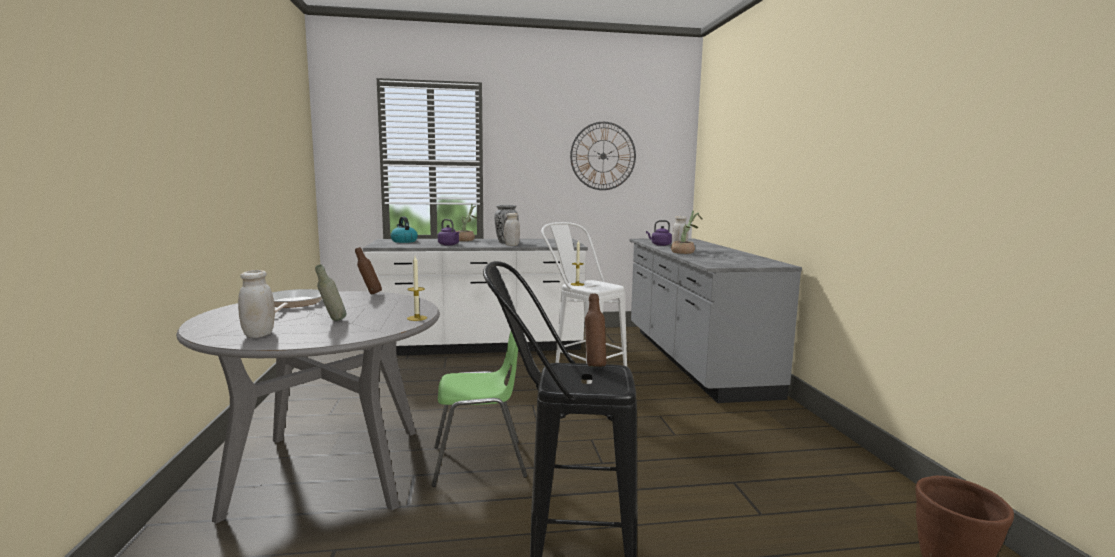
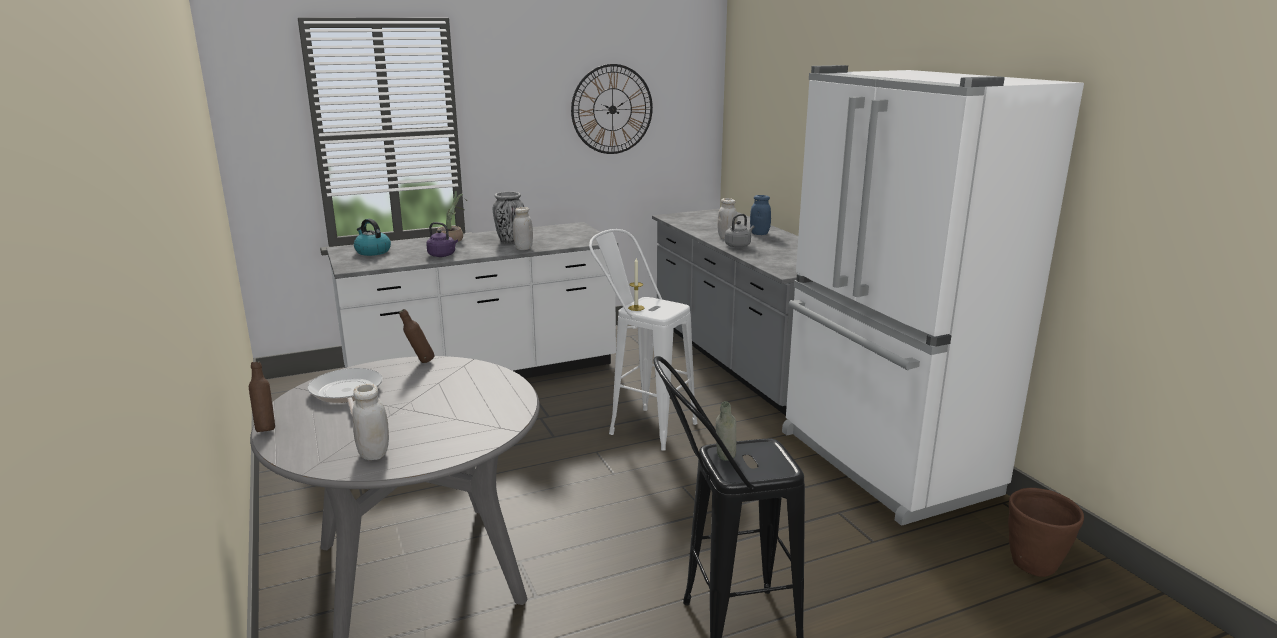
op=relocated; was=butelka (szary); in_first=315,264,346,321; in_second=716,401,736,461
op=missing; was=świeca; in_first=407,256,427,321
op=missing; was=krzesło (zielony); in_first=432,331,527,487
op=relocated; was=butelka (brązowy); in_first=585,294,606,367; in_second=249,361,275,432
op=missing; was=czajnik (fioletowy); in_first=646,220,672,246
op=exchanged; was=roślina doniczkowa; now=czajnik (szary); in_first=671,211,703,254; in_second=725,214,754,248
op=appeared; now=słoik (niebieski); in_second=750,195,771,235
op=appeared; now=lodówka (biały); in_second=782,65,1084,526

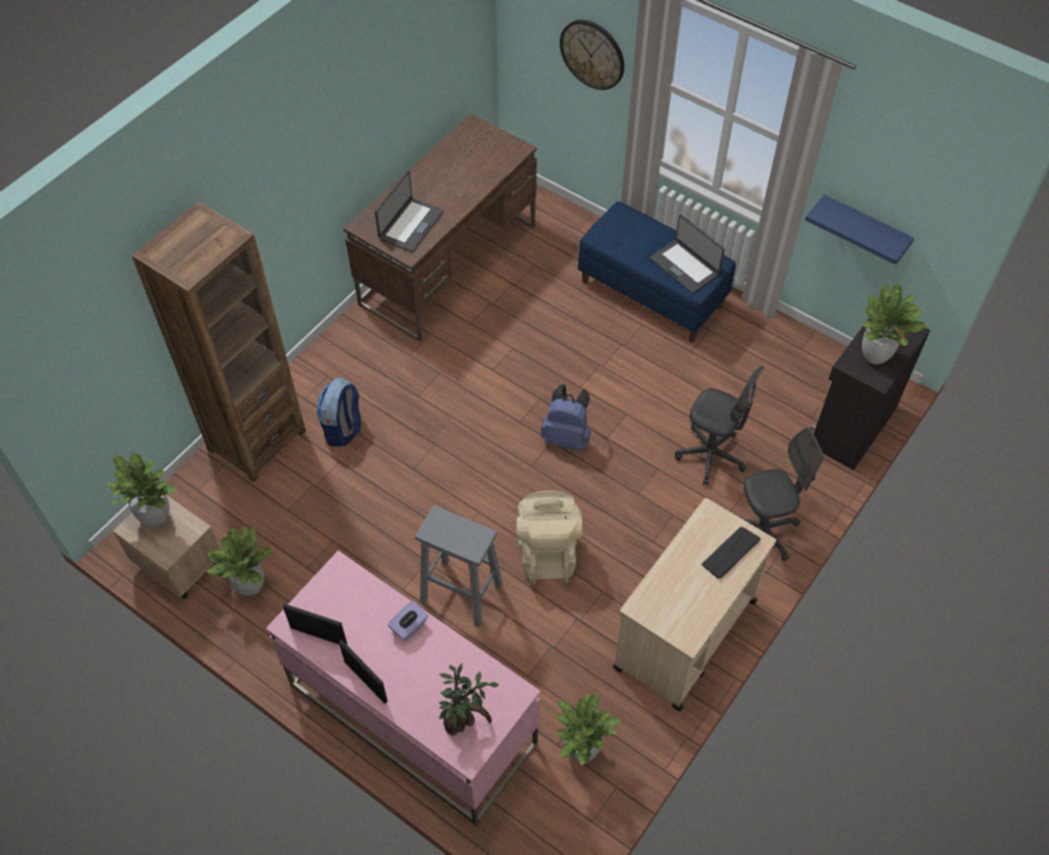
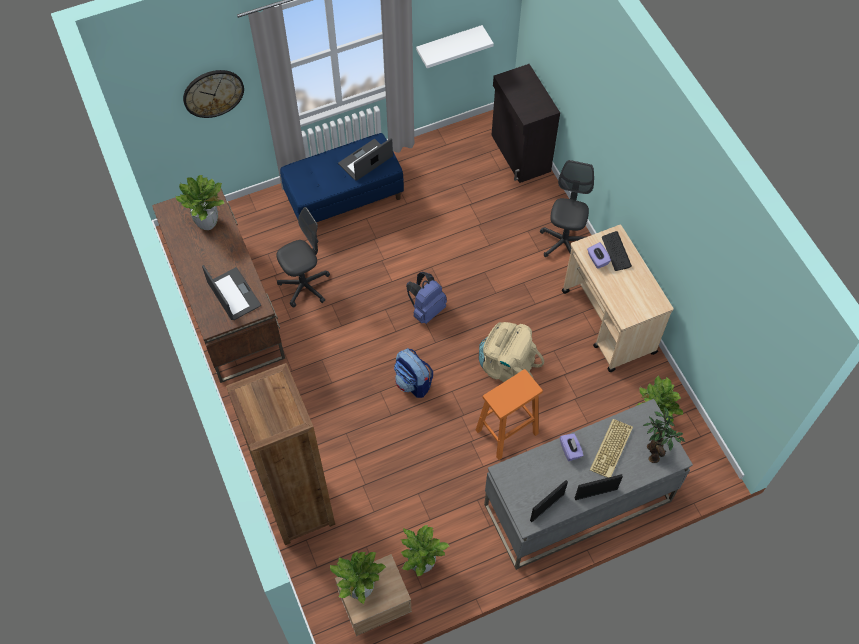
op=colour; was=biurko (różowy); now=biurko (szary); in_first=266,550,541,825; in_second=484,399,693,570
op=relocated; was=plecak; in_first=316,378,361,447; in_second=394,348,433,398
op=colour; was=stołek (szary); now=stołek (pomarańczowy); in_first=415,505,503,628; in_second=476,369,543,460
op=spun; was=laptop; in_first=650,214,725,293; in_second=338,138,393,181; clockwise=150
op=relocated; was=krzesło biurowe (szary); in_first=675,366,764,486; in_second=276,207,330,308
op=colour; was=półka (niebieski); now=półka (biały); in_first=805,195,914,265; in_second=416,25,494,68
op=relocated; was=roślina doniczkowa; in_first=862,283,927,364; in_second=176,175,224,230
op=appeared; now=pudełko chusteczek (fioletowy); in_second=587,242,611,269
op=appeared; now=klawiatura; in_second=590,419,633,478

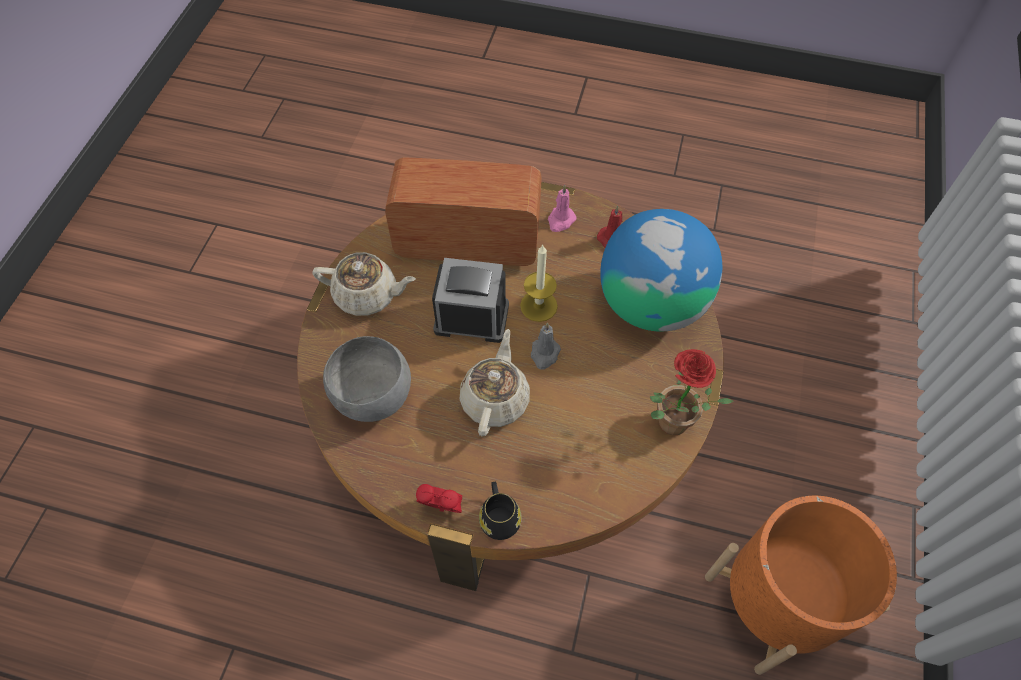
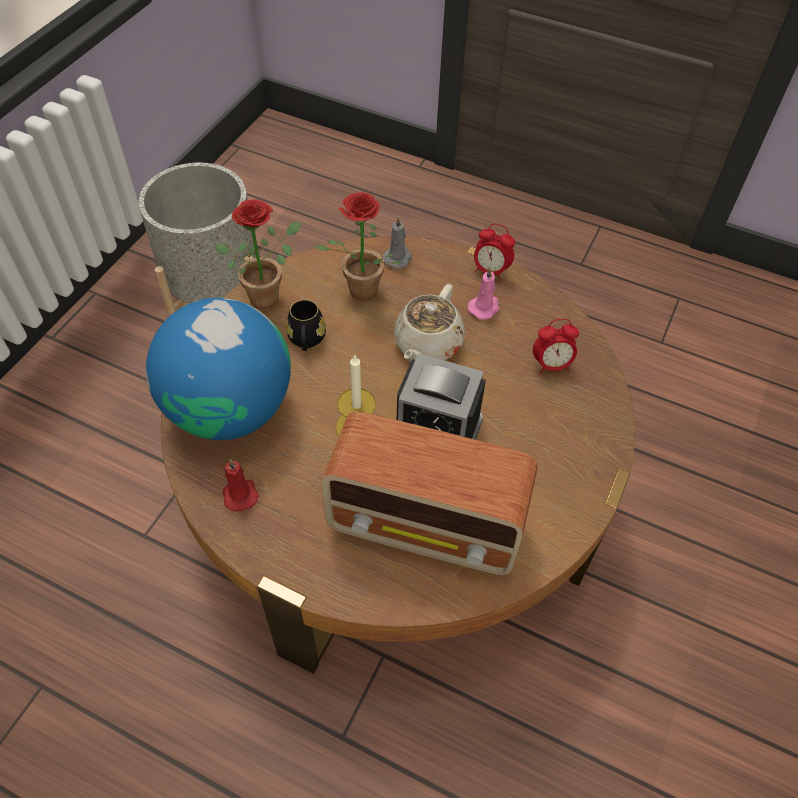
op=missing; was=imbryk (beżowy); in_first=313,252,416,316
op=exchanged; was=miska (szary); now=budzik; in_first=323,336,411,422; in_second=533,319,579,374
op=relocated; was=kubek (czarny); in_first=479,482,522,540; in_second=286,300,326,351
op=relocated; was=świeca (szary); in_first=531,322,561,369; in_second=382,216,412,269
op=relocated; was=świeca (różowy); in_first=548,185,576,232; in_second=468,267,500,320
op=colour; was=donica (pomarańczowy); now=donica (szary); in_first=705,496,897,675; in_second=138,163,256,316
op=appeared; now=roślina doniczkowa; in_second=314,192,404,301

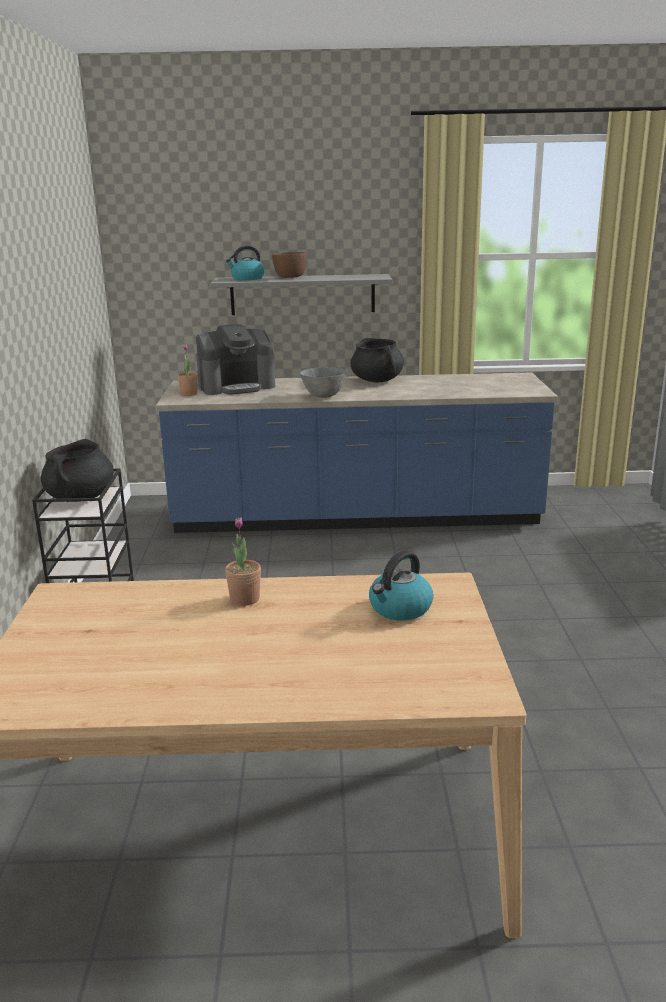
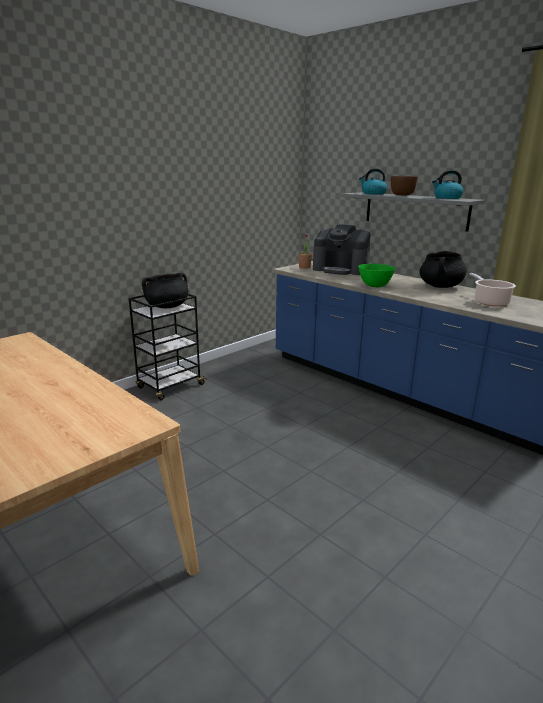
op=missing; was=roślina doniczkowa; in_first=225,517,261,606
op=colour; was=miska (szary); now=miska (zielony); in_first=300,367,346,398; in_second=358,264,395,287
op=relocated; was=czajnik; in_first=369,550,433,621; in_second=432,170,463,199
op=appeared; now=garnek; in_second=469,273,516,307

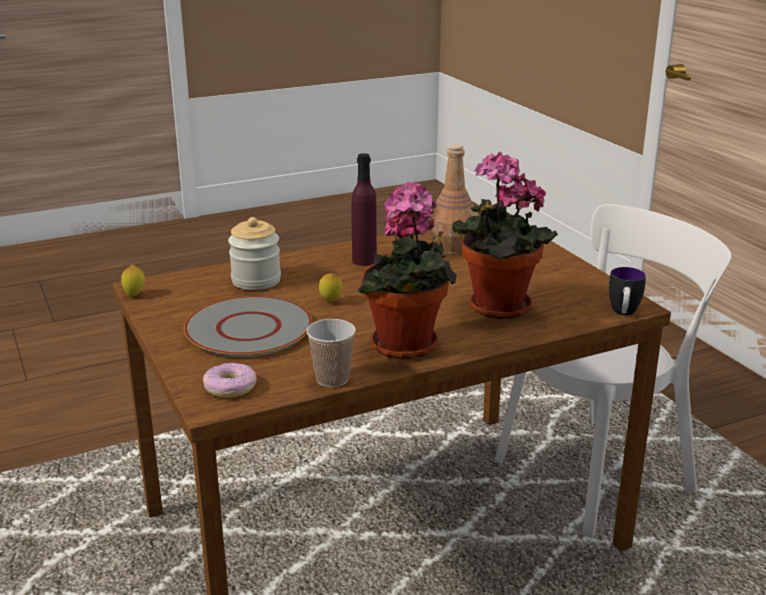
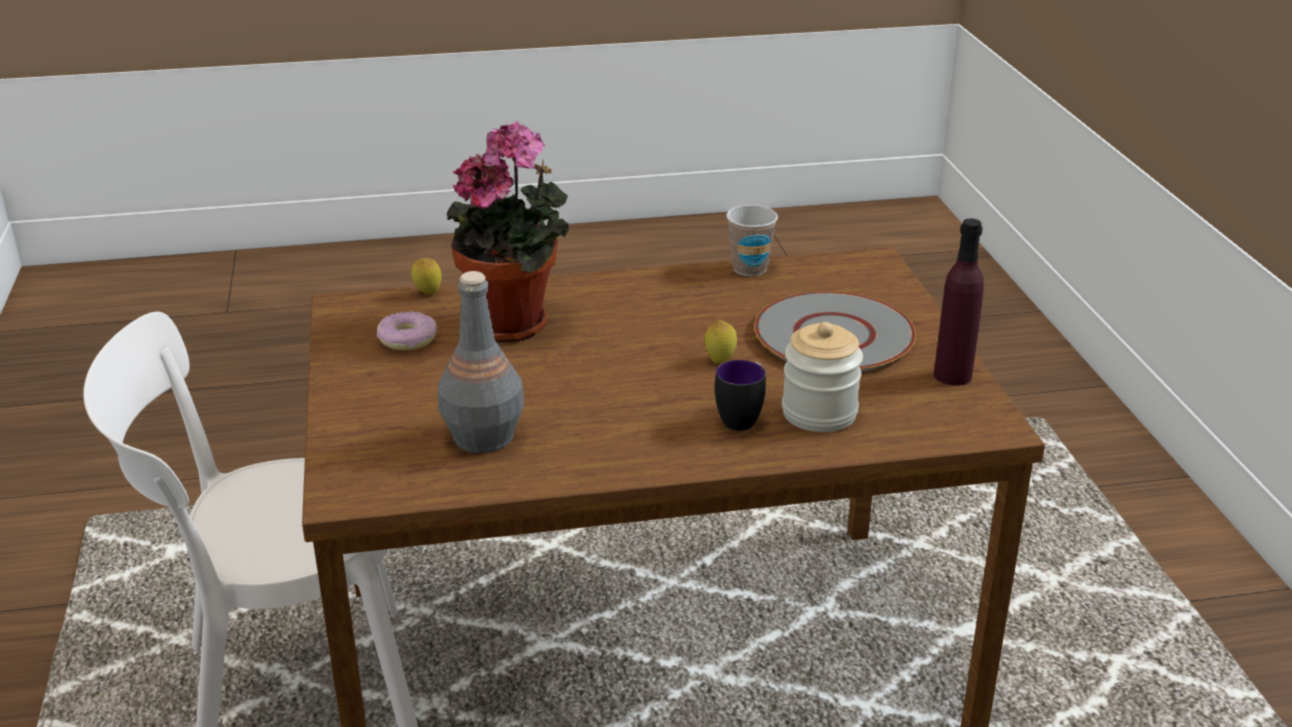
op=relocated; was=cytryna; in_first=121,265,145,297; in_second=412,258,442,294
op=relocated; was=donut; in_first=203,363,257,397; in_second=377,311,437,351
op=relocated; was=butelka (fioletowy); in_first=352,153,377,266; in_second=934,218,984,386
op=missing; was=roślina doniczkowa; in_first=357,181,457,360
op=colour; was=butelka (brązowy); now=butelka (szary); in_first=429,144,478,255; in_second=438,271,524,453
op=relocated; was=kubek; in_first=609,267,646,315; in_second=715,360,766,431

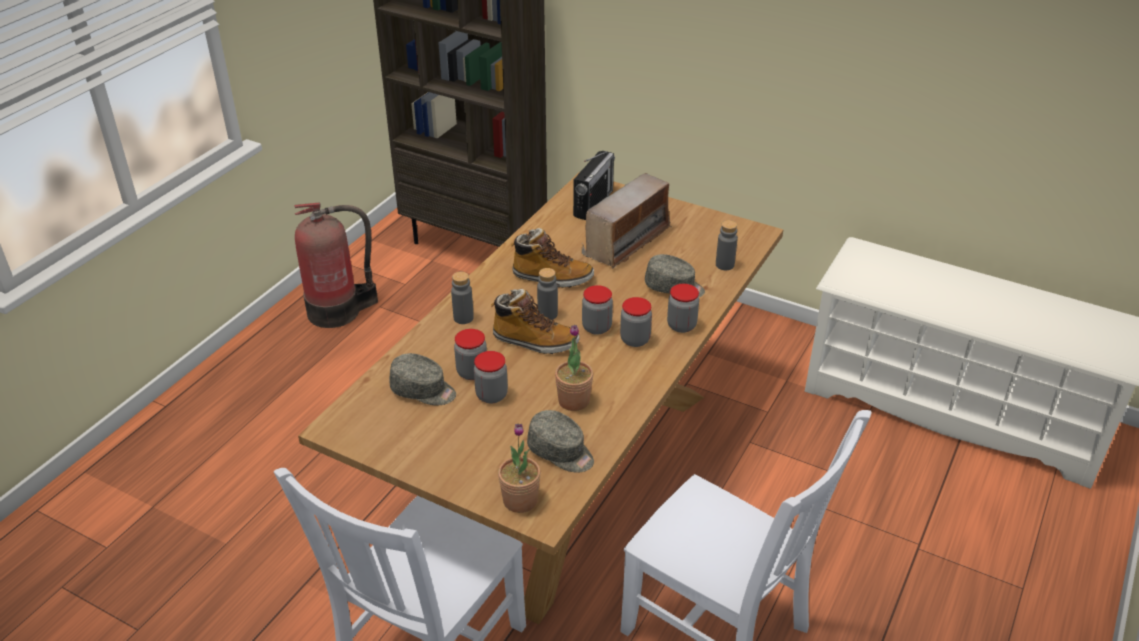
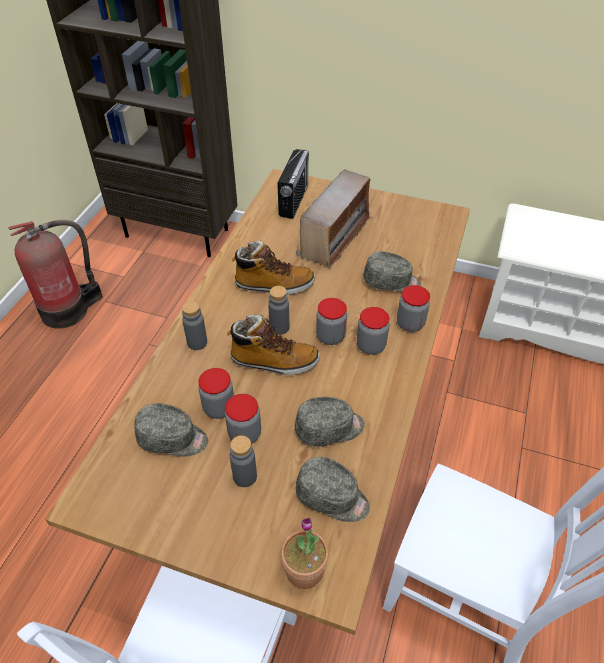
op=exchanged; was=roślina doniczkowa; now=czapka z daszkiem (szary); in_first=555,325,593,411; in_second=295,397,365,447
op=relocated; was=butelka (szary); in_first=716,220,738,270; in_second=230,435,257,487

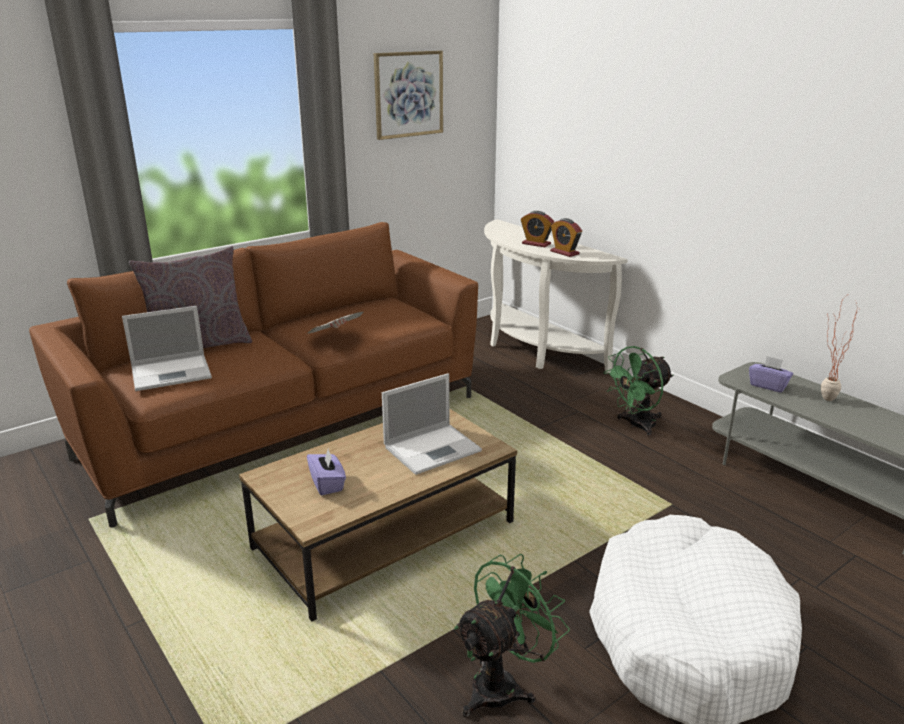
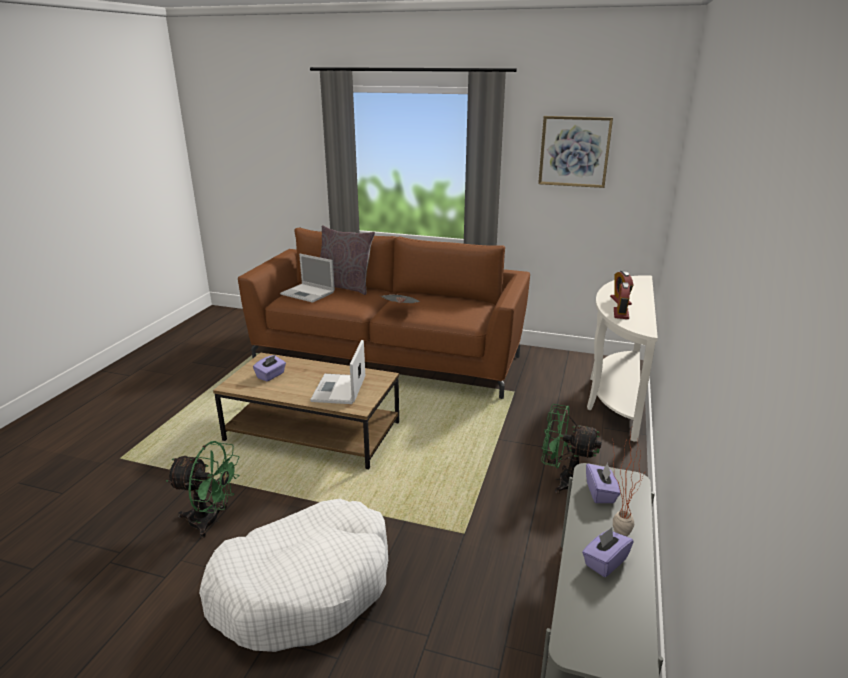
op=spun; was=laptop; in_first=382,373,482,475; in_second=310,340,365,404; clockwise=75
op=appeared; now=pudełko chusteczek (fioletowy); in_second=582,527,633,577

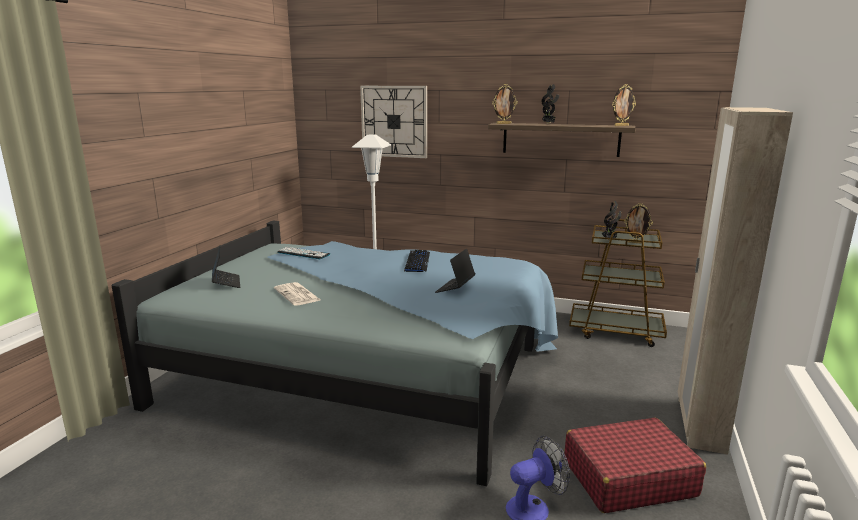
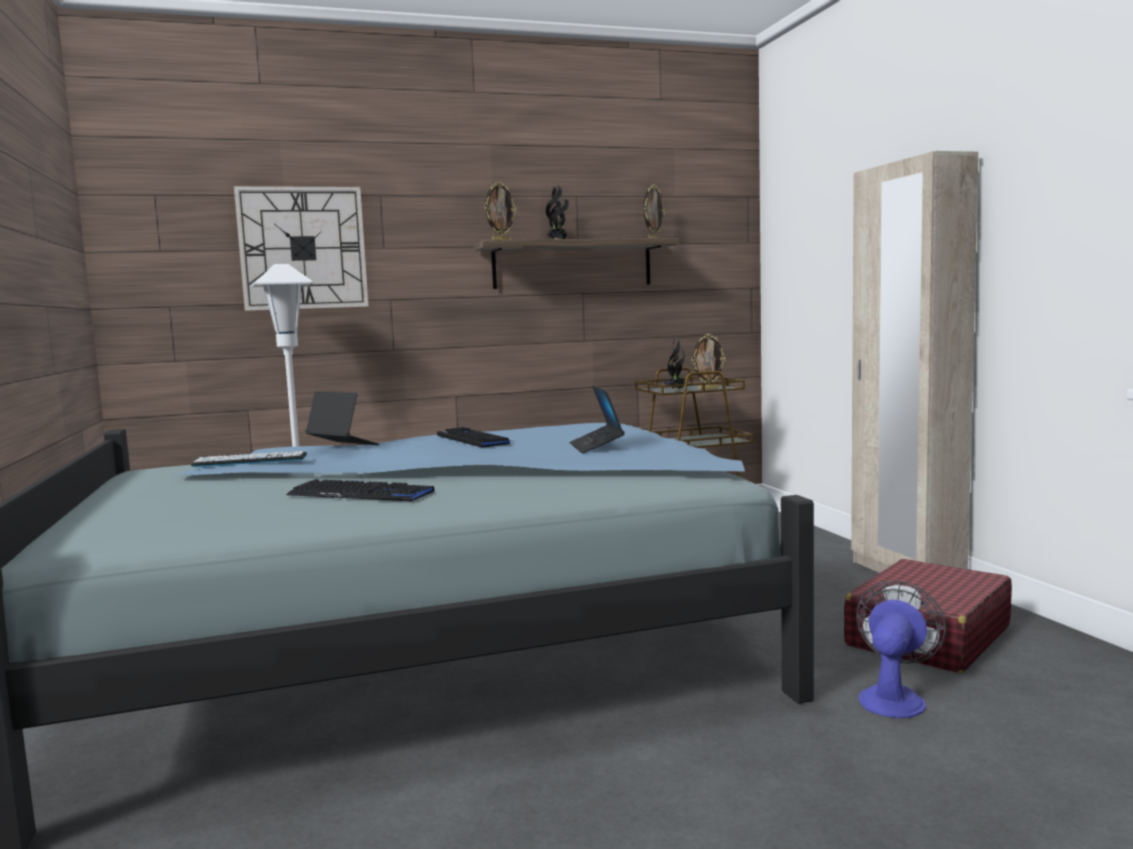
op=relocated; was=laptop; in_first=212,246,240,288; in_second=305,391,379,445
op=exchanged; was=gazeta; now=klawiatura; in_first=274,282,320,306; in_second=286,479,434,501

